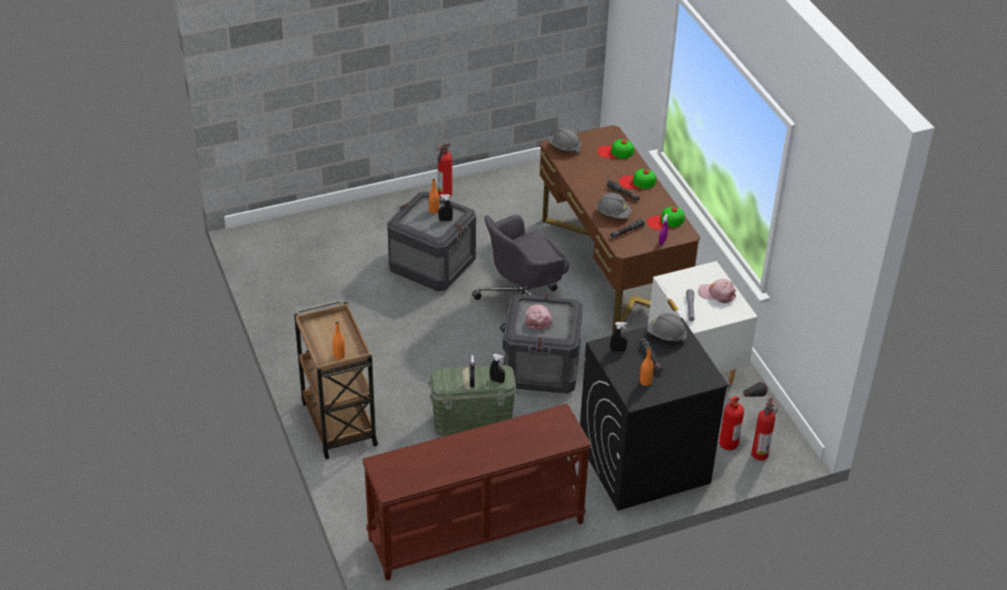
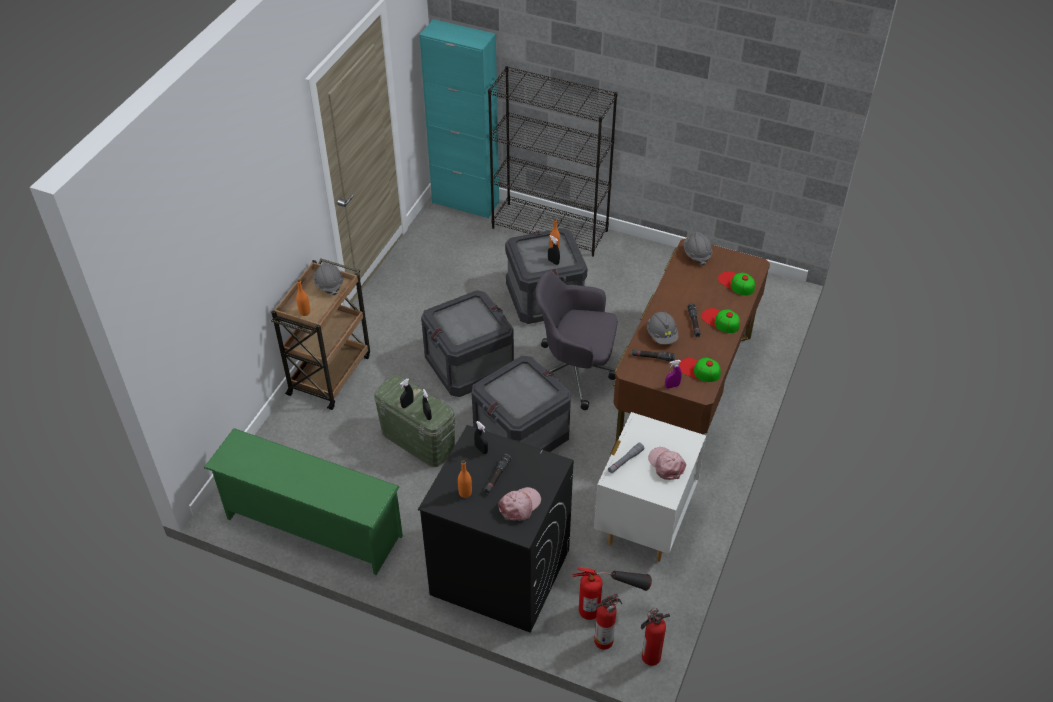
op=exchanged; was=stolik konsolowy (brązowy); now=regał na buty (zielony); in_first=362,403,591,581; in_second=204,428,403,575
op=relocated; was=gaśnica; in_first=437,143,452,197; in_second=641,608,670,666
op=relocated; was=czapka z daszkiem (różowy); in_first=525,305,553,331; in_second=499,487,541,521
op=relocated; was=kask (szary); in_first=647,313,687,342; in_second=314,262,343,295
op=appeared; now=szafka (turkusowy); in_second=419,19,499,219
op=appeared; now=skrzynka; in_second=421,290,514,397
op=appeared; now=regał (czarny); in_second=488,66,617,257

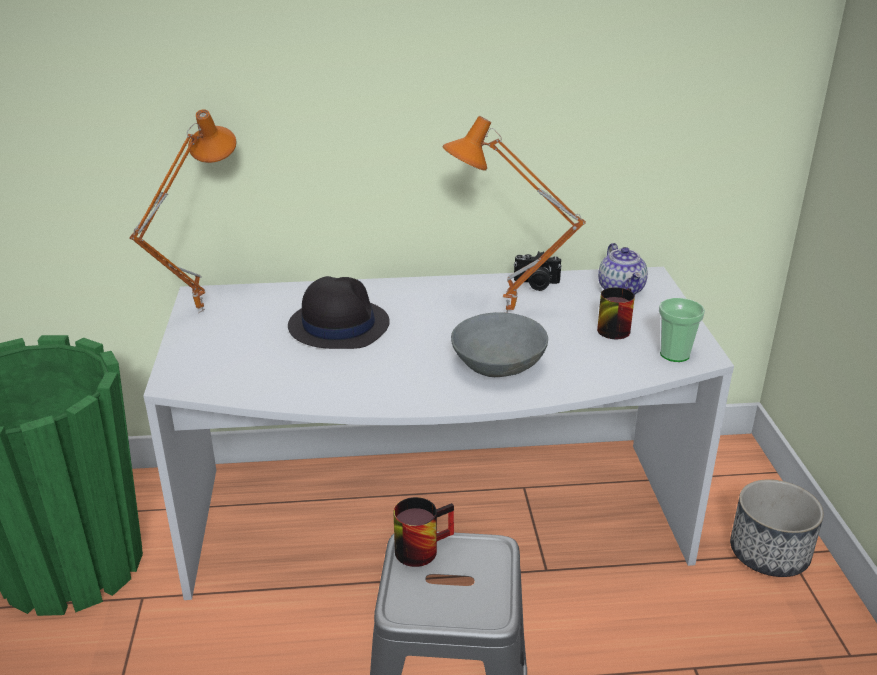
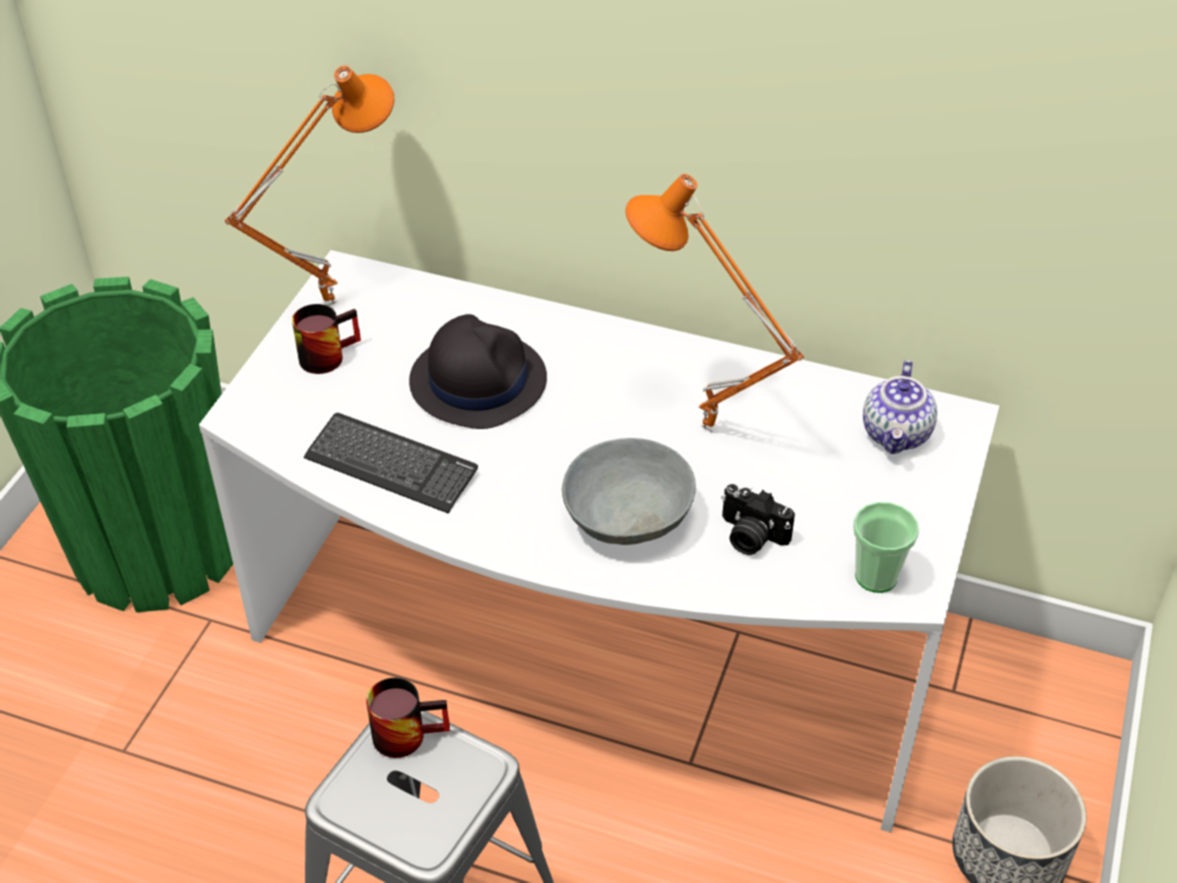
op=relocated; was=aparat fotograficzny; in_first=514,251,562,291; in_second=721,484,795,555
op=relocated; was=kubek; in_first=597,287,635,339; in_second=292,304,361,374
op=appeared; now=klawiatura; in_second=304,413,478,514

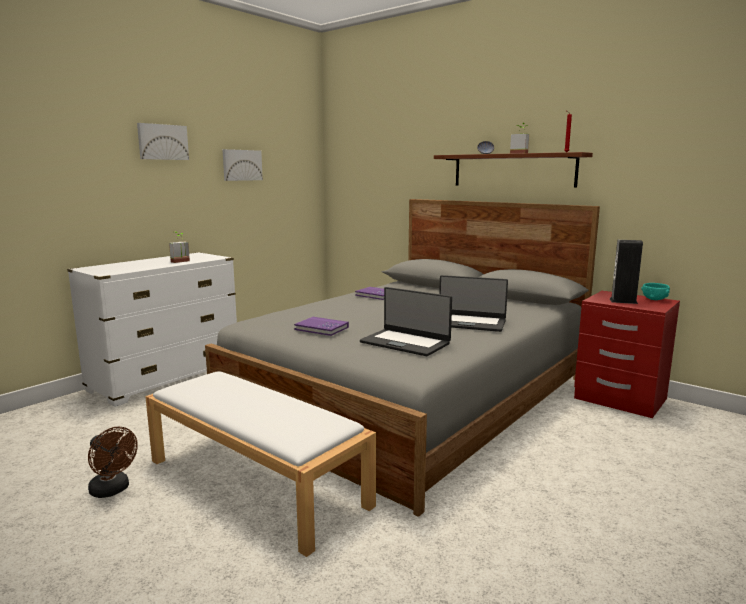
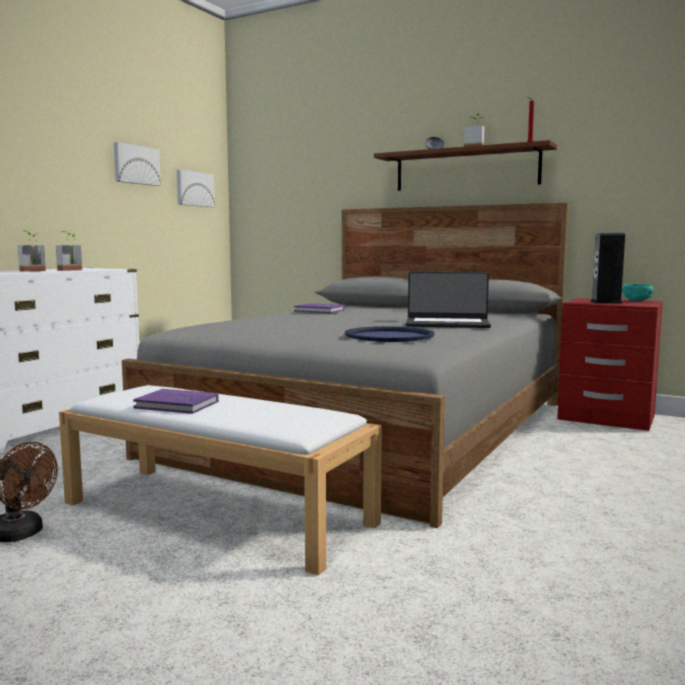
op=relocated; was=obraz; in_first=137,123,189,160; in_second=177,170,215,207
op=relocated; was=książka (fioletowy); in_first=294,317,349,336; in_second=133,389,219,414
op=exchanged; was=laptop; now=taca (niebieski); in_first=360,287,452,356; in_second=345,326,435,342
op=appeared; now=roślina doniczkowa; in_second=18,231,46,272

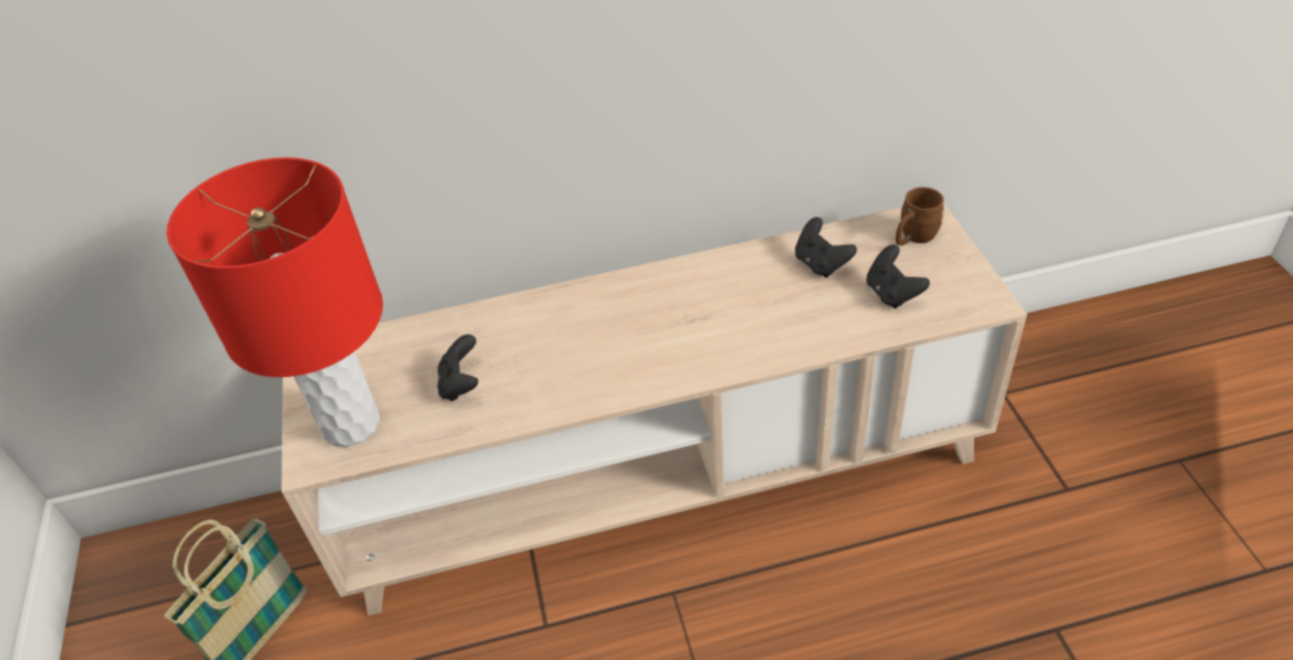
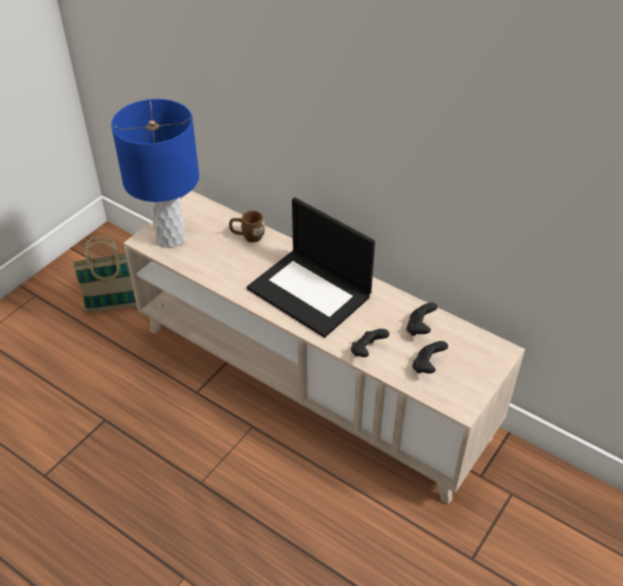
op=colour; was=lampa stołowa (czerwony); now=lampa stołowa (niebieski); in_first=167,157,383,447; in_second=111,99,199,248
op=relocated; was=pad do gier (czarny); in_first=437,334,478,401; in_second=351,329,389,357
op=relocated; was=kubek (brązowy); in_first=896,187,944,246; in_second=229,211,265,242
op=appeared; now=laptop; in_second=247,197,375,338

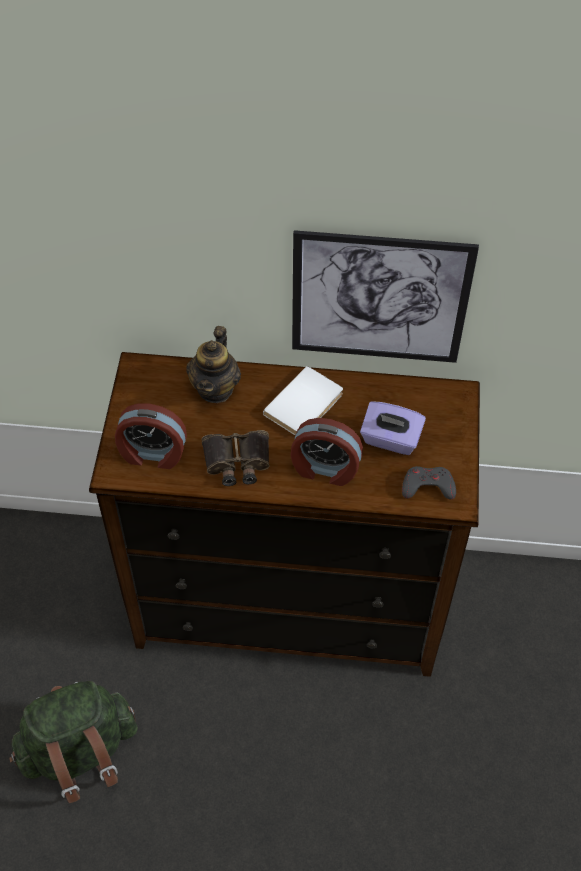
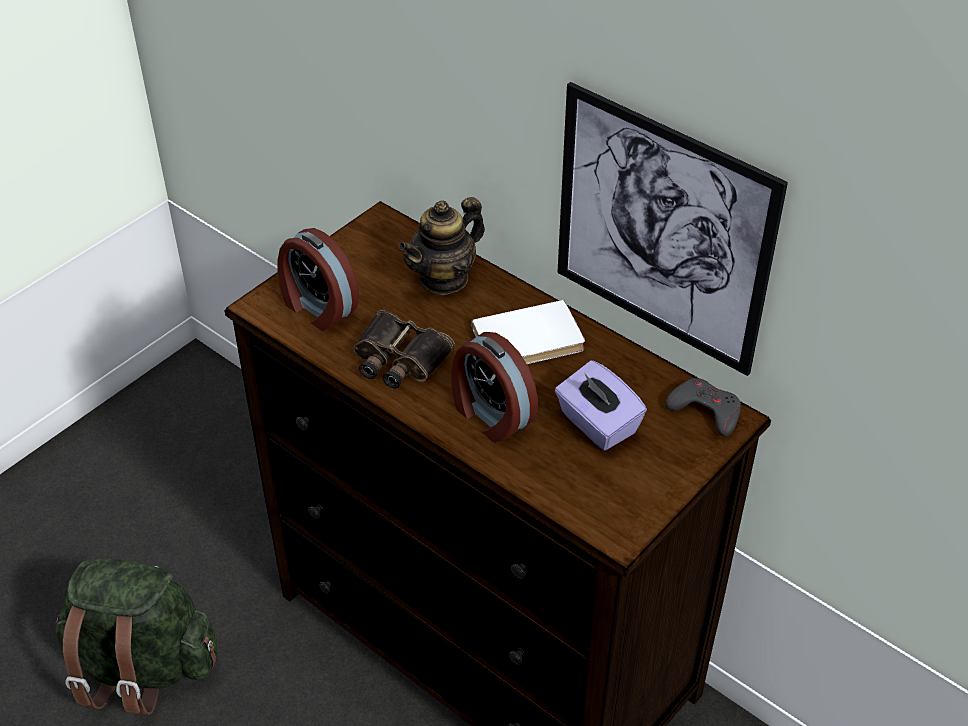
op=relocated; was=pad do gier (szary); in_first=402,466,456,499; in_second=665,378,741,436

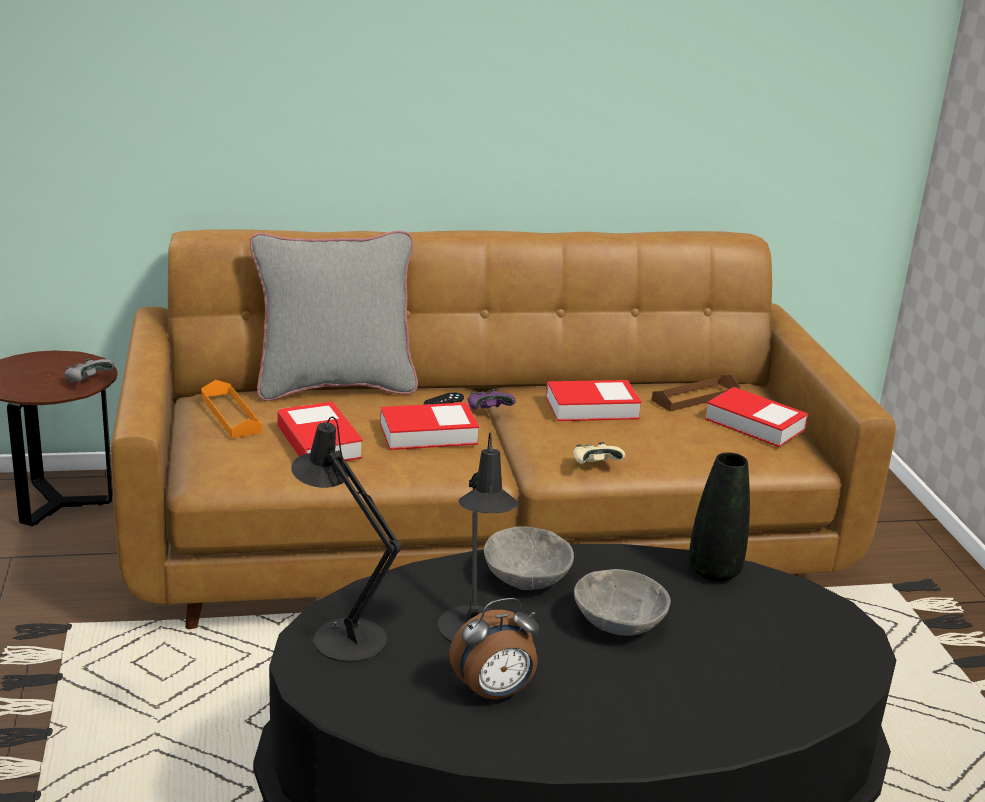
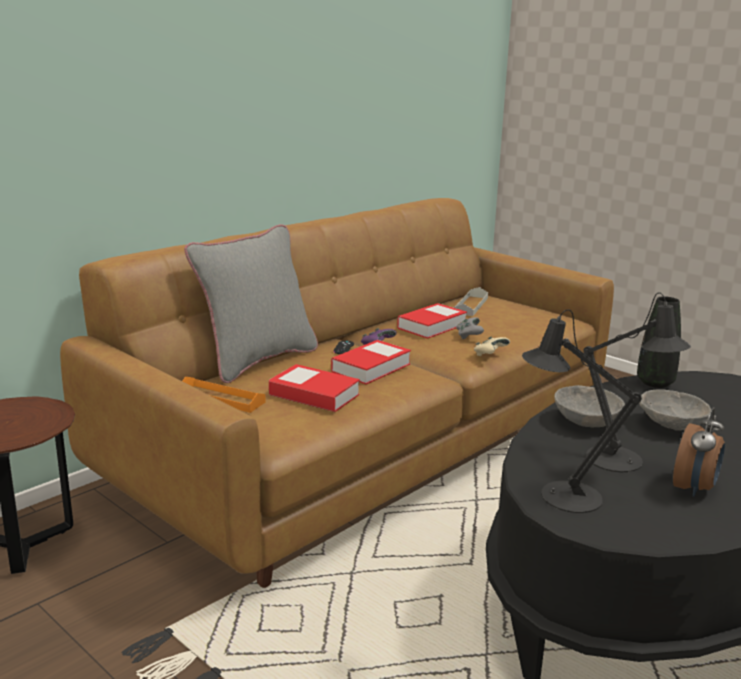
op=relocated; was=pad do gier (szary); in_first=64,358,114,383; in_second=456,317,484,339
op=colour; was=taca (brązowy); now=taca (szary); in_first=652,375,740,412; in_second=454,287,488,316
op=missing; was=książka; in_first=705,387,808,447

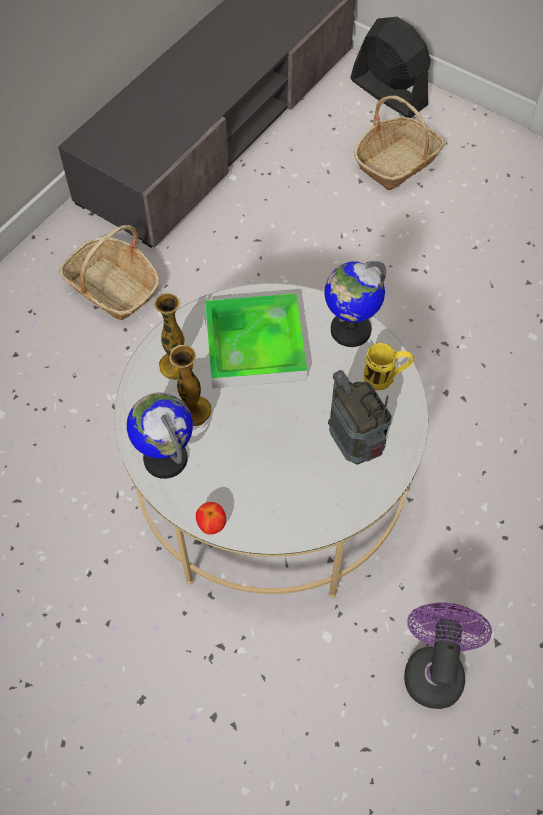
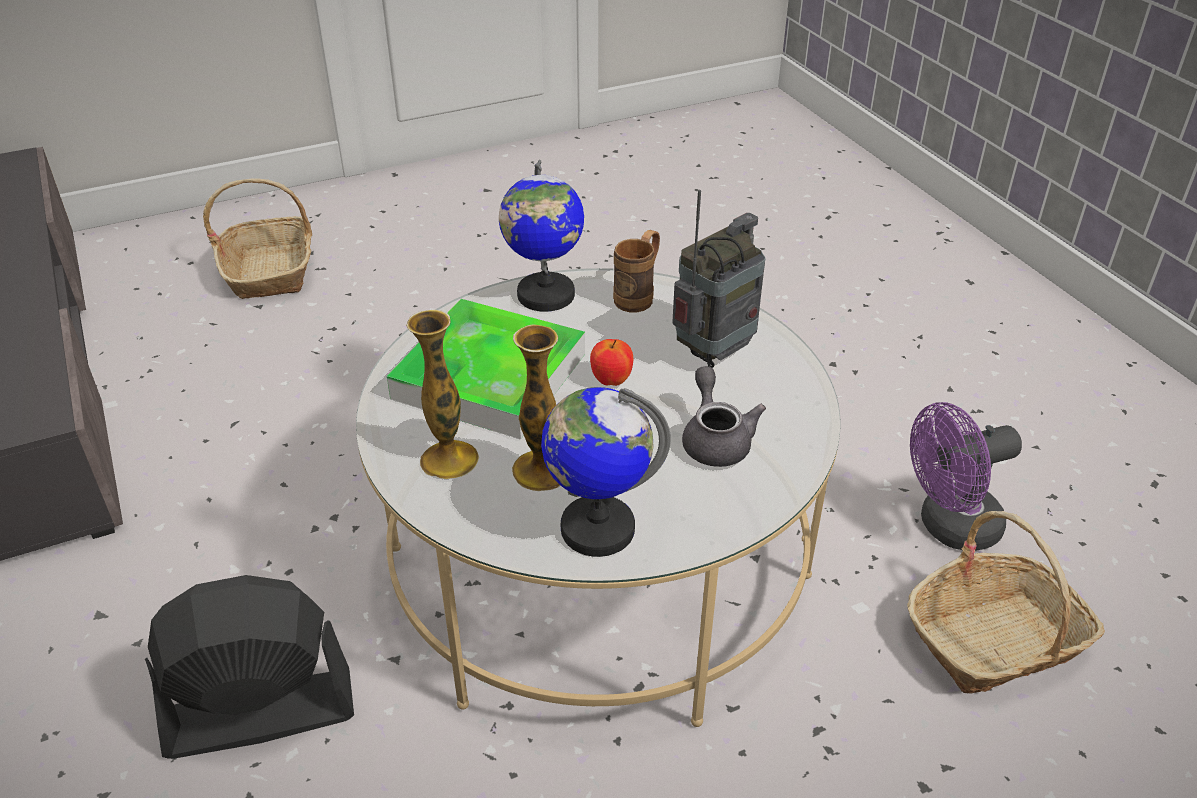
op=relocated; was=koszyk; in_first=59,225,159,320; in_second=907,511,1105,693
op=relocated; was=jabłko; in_first=196,502,226,535; in_second=590,339,633,386
op=spun; was=radio; in_first=328,370,392,465; in_second=672,190,765,368; clockwise=135
op=relocated; was=wentylator (czarny); in_first=350,17,431,118; in_second=145,575,354,759
op=colour; was=kubek (żółty); now=kubek (brązowy); in_first=363,343,413,390; in_second=613,230,660,312
op=spun; was=wentylator (fioletowy); in_first=404,602,492,709; in_second=910,402,1022,551; clockwise=-60
op=appeared; now=imbryk (szary); in_second=682,366,766,467

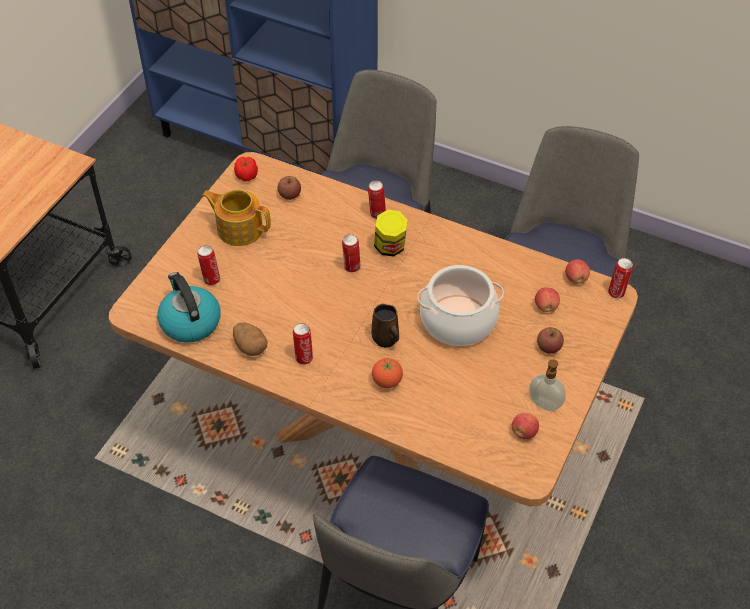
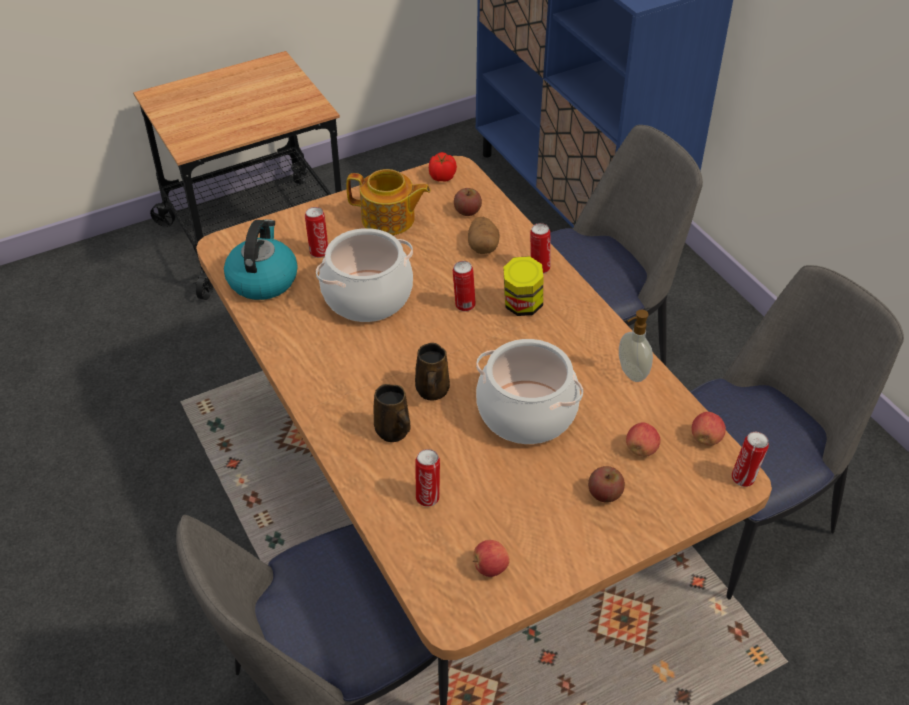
op=spun; was=imbryk; in_first=202,189,271,246; in_second=346,169,431,235; clockwise=135
op=relocated; was=ziemniak; in_first=233,322,267,356; in_second=468,217,500,254
op=relocated; was=puszka; in_first=293,323,313,365; in_second=416,449,440,507
op=exchanged; was=pomidor; now=kubek (brązowy); in_first=372,358,403,388; in_second=373,384,411,442
op=relocated; was=dozownik mydła; in_first=529,359,566,411; in_second=619,309,653,382
op=appeared; now=garnek; in_second=316,228,413,322

